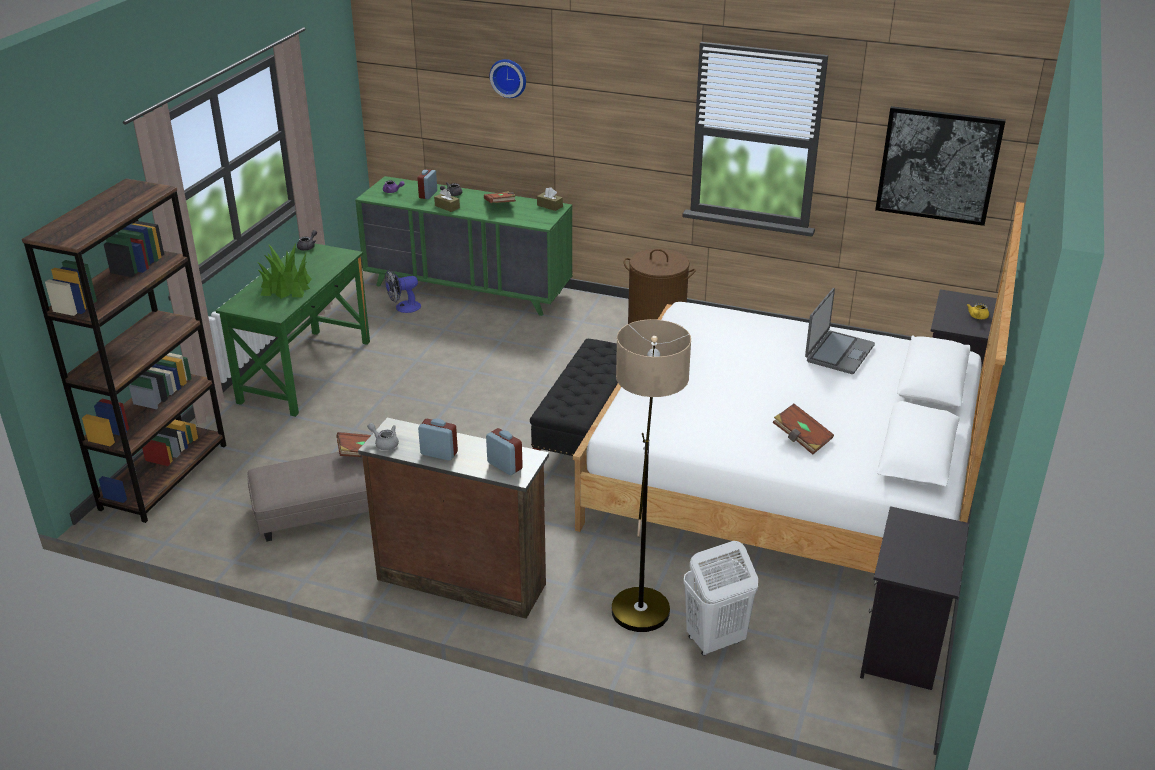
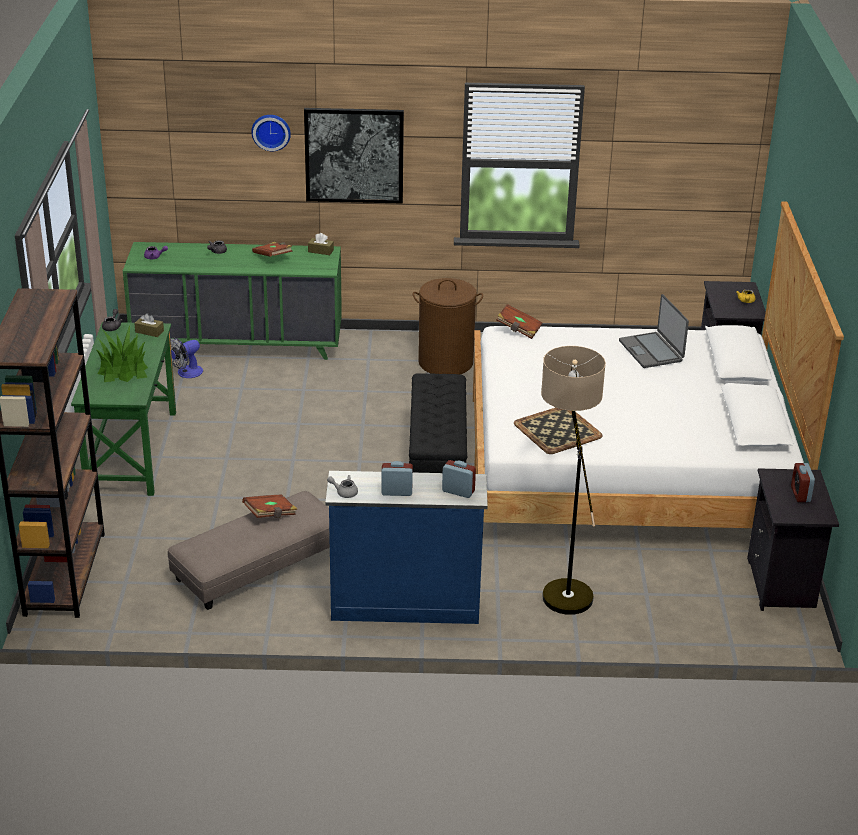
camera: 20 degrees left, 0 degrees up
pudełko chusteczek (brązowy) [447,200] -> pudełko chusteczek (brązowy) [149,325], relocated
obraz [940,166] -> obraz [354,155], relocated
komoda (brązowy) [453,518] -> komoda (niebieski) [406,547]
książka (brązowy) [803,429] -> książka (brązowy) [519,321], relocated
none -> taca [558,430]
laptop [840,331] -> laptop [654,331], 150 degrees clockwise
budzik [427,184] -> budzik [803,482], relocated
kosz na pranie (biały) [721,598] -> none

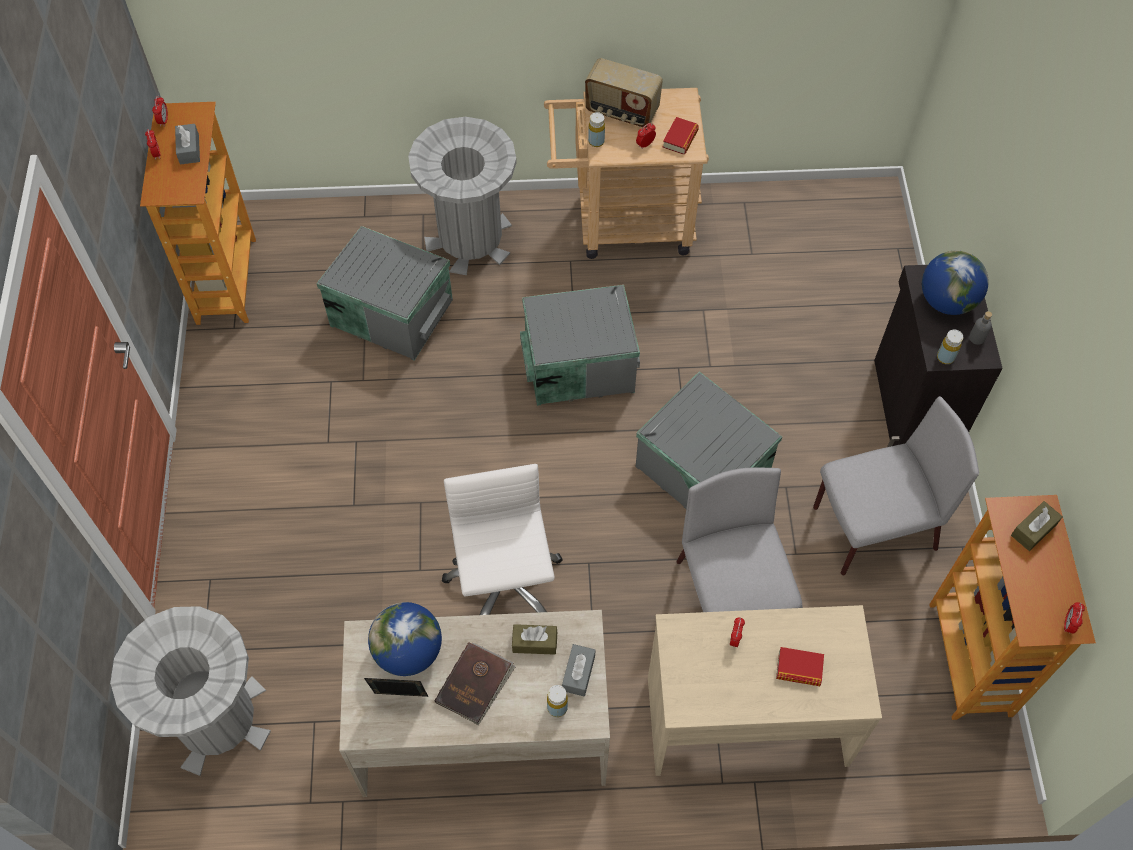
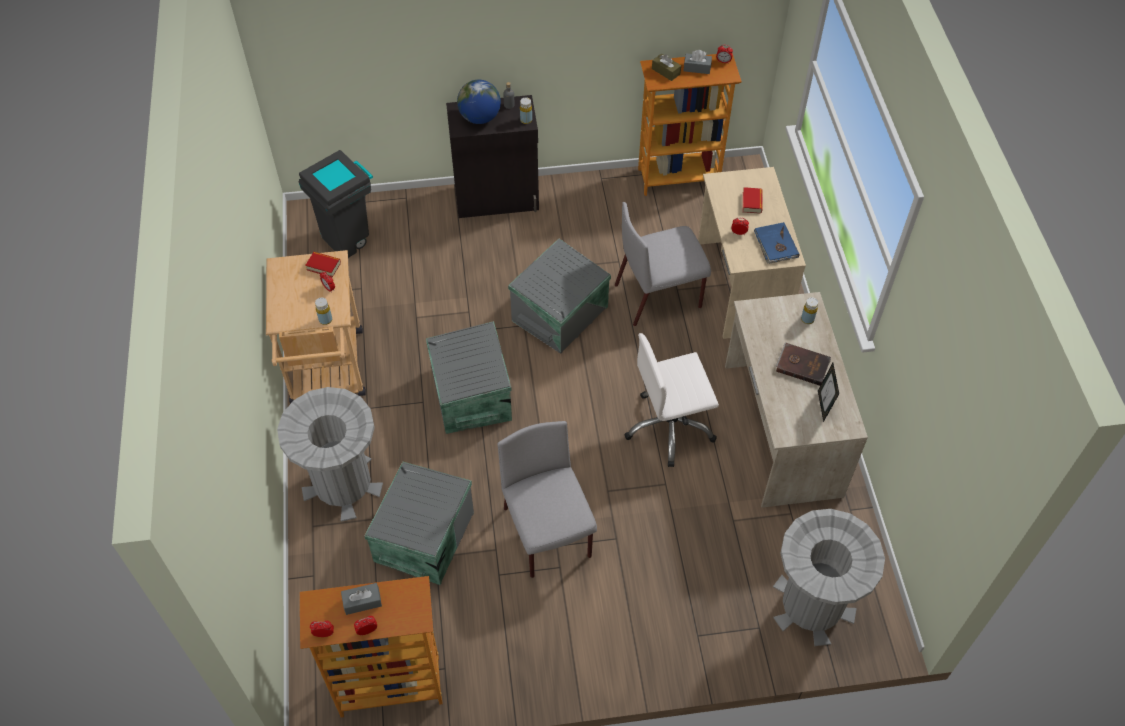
camera: 95 degrees left, 5 degrees down
none -> kosz na śmieci (szary) [336,204]
krzesło (szary) [896,485] -> krzesło (szary) [547,499], relocated
pudełko chusteczek (szary) [578,670] -> pudełko chusteczek (szary) [698,62], relocated
none -> książka (niebieski) [777,243]
globus [405,639] -> none
pudełko chusteczek (brązowy) [534,639] -> none
radio [624,93] -> none

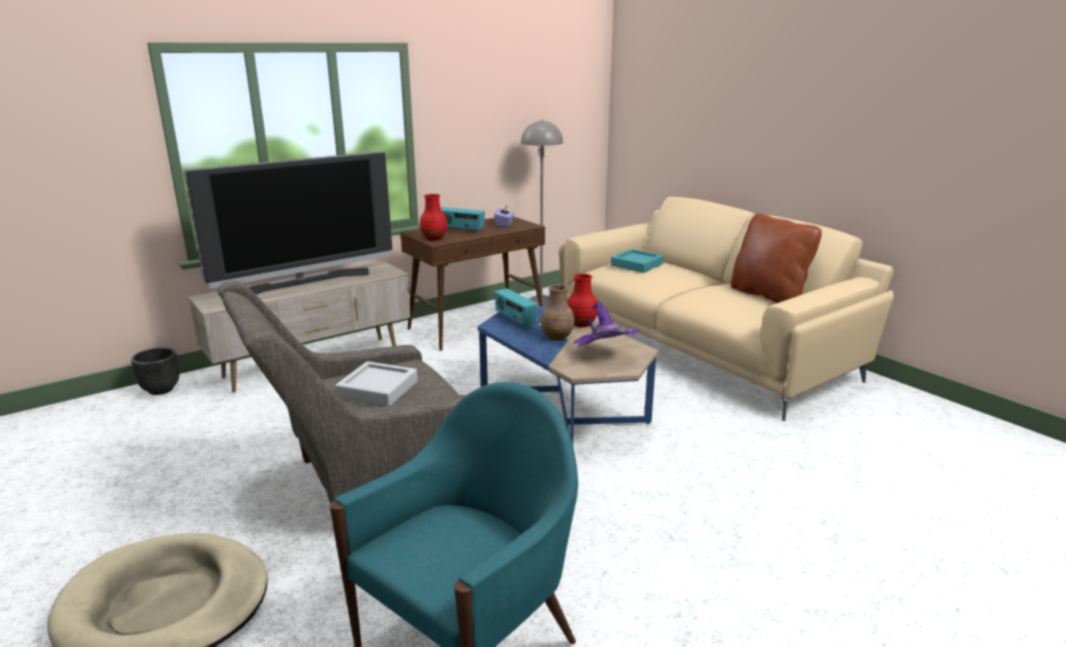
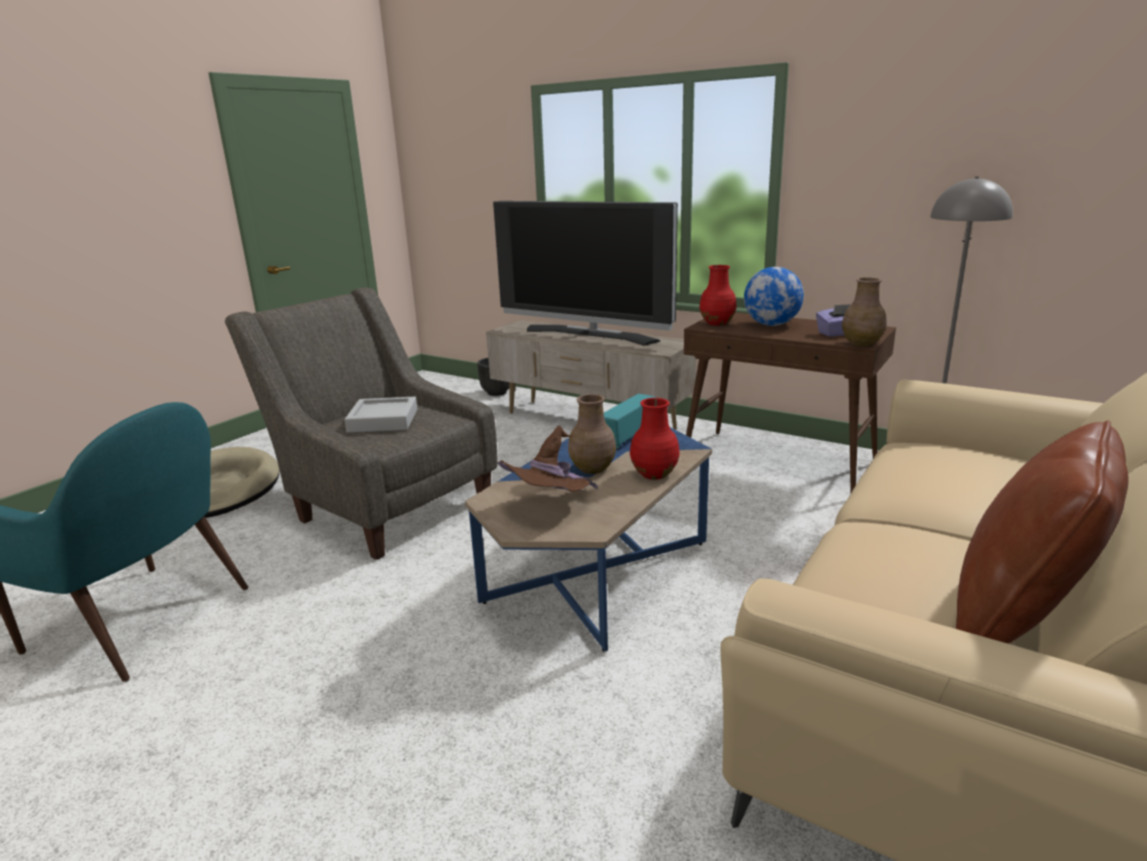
camera: 70 degrees right, 0 degrees up
kapelusz (fioletowy) [606,323] -> kapelusz (brązowy) [547,459]
radio [463,220] -> globus [774,296]
none -> wazon (brązowy) [864,312]
taca (turkusowy) [637,261] -> none

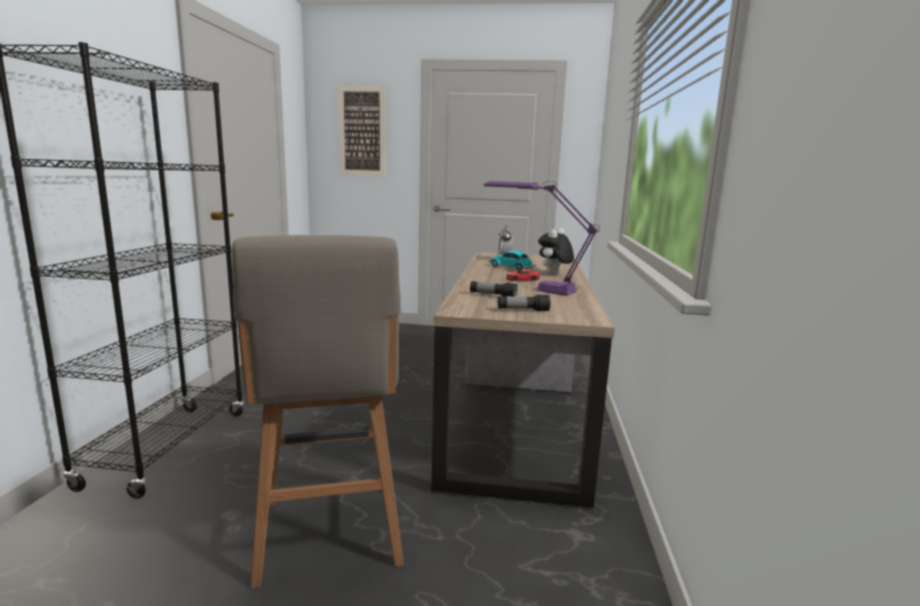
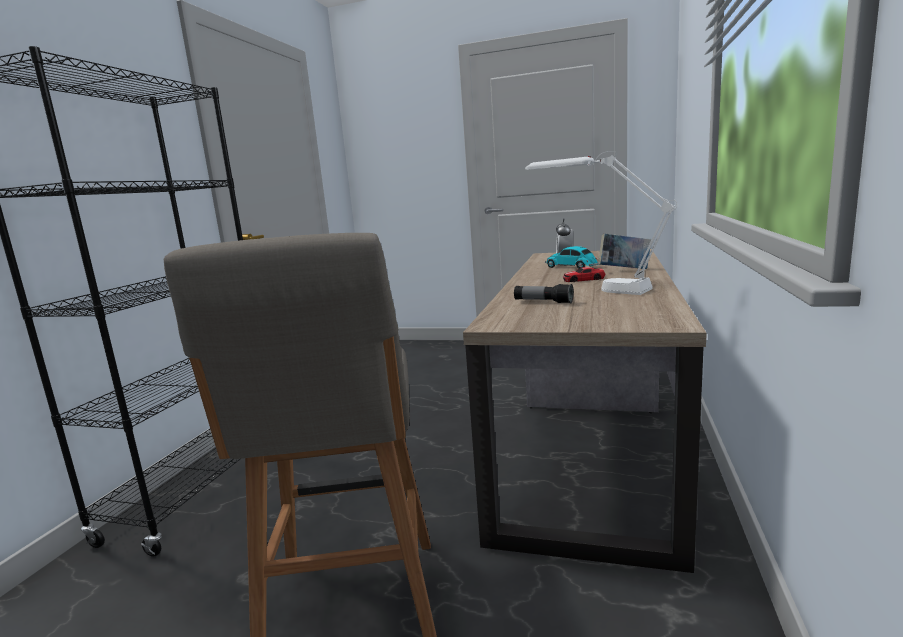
camera: 10 degrees right, 0 degrees up
lampa stołowa (fioletowy) [541,238] -> lampa stołowa (biały) [601,223]
pluszak [556,251] -> książka [624,251]
obraz [361,131] -> none
latarka [524,302] -> none

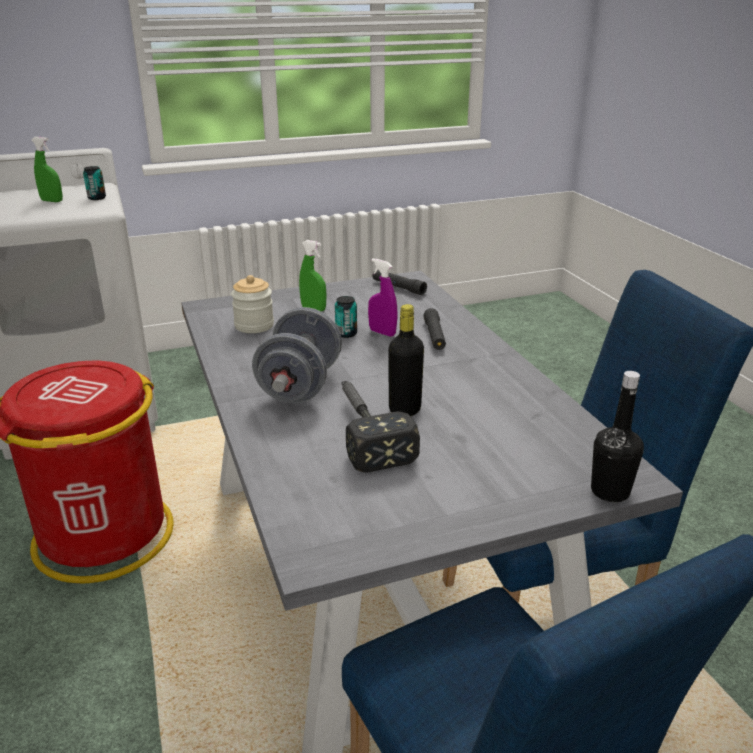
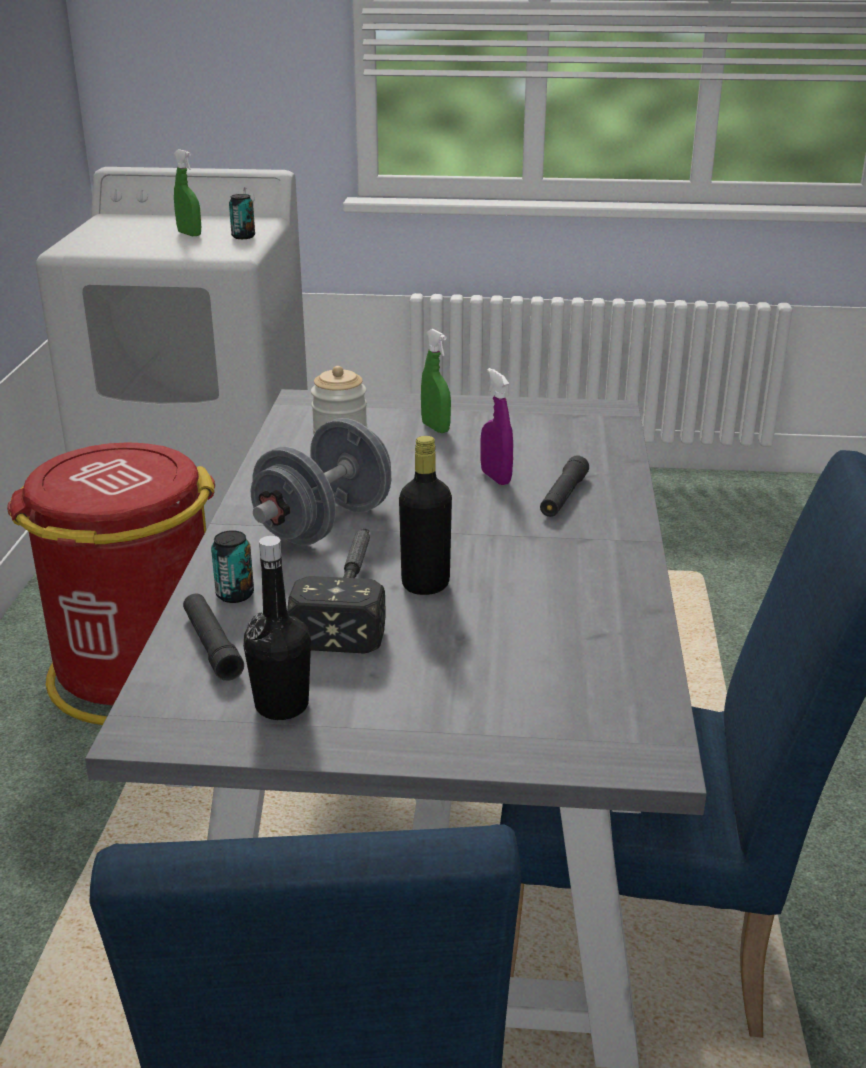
camera: 25 degrees right, 0 degrees up
latarka (czarny) [400,282] -> latarka (czarny) [213,637], relocated
puszka [346,317] -> puszka [232,566], relocated
butelka (czarny) [617,436] -> butelka (czarny) [277,628], relocated

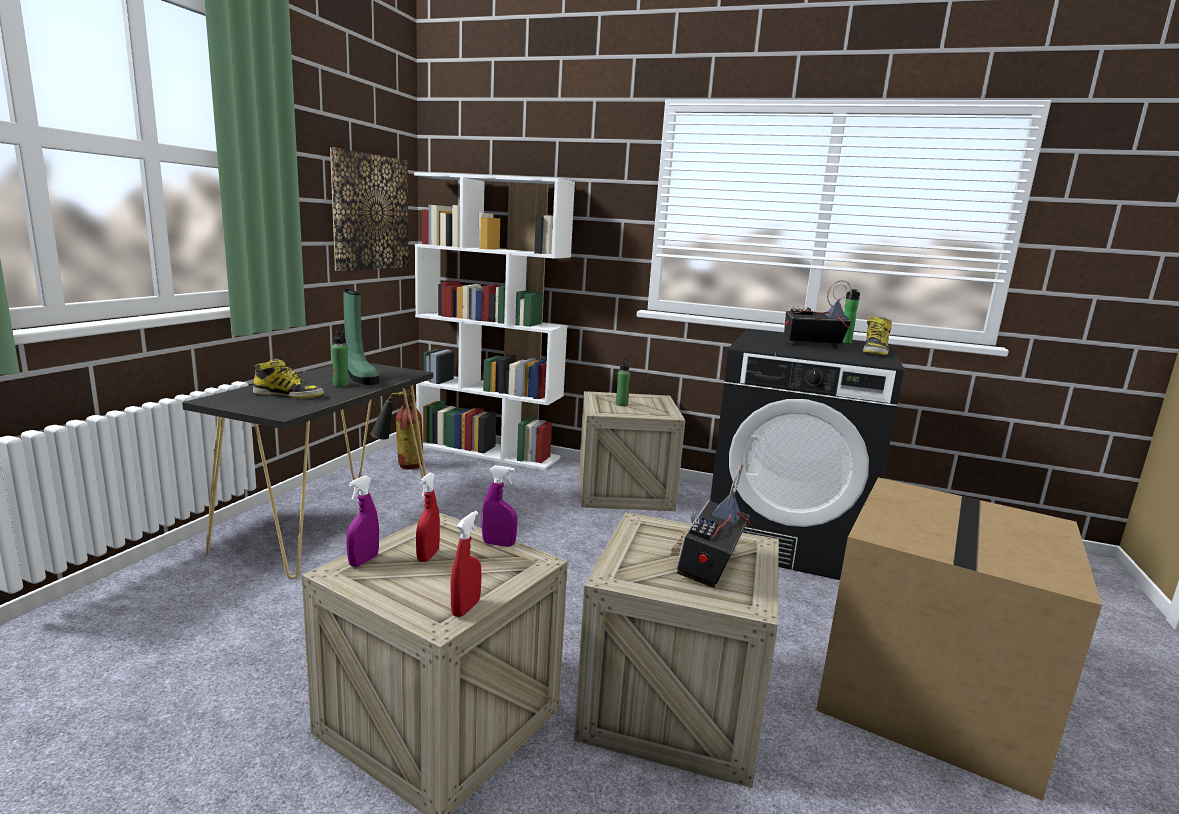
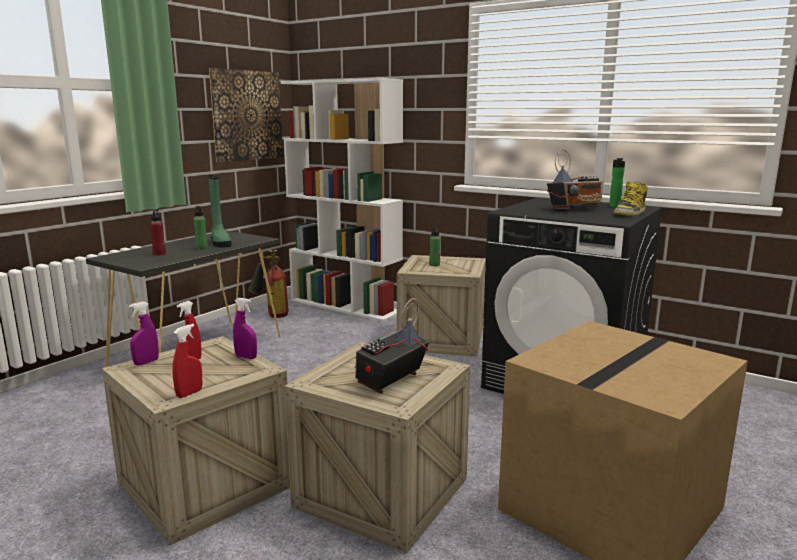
camera: 15 degrees right, 0 degrees up
but z cholewką [288,378] -> butelka (czerwony) [158,233]
radio [818,314] -> radio [575,179], 135 degrees clockwise

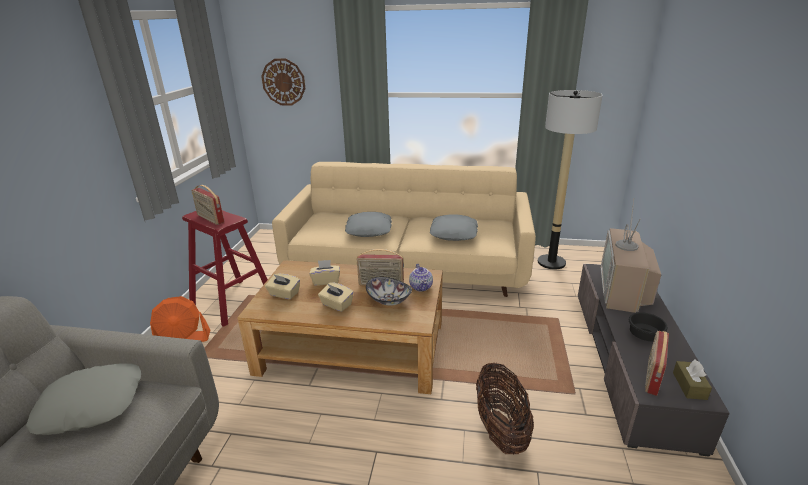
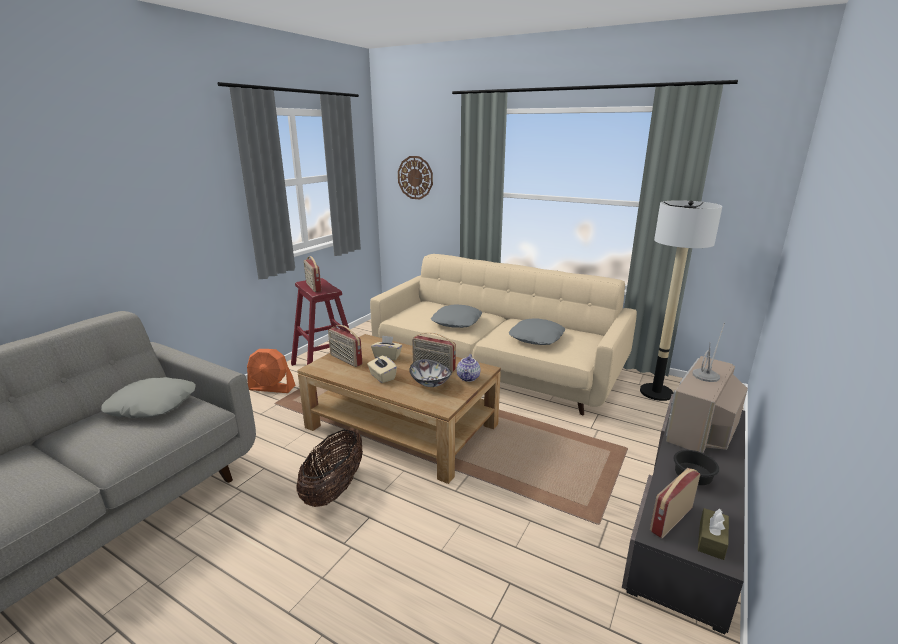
camera: 20 degrees right, 5 degrees down
koszyk [505,408] -> koszyk [329,468], relocated
pudełko chusteczek (beżowy) [282,287] -> radio [345,346]

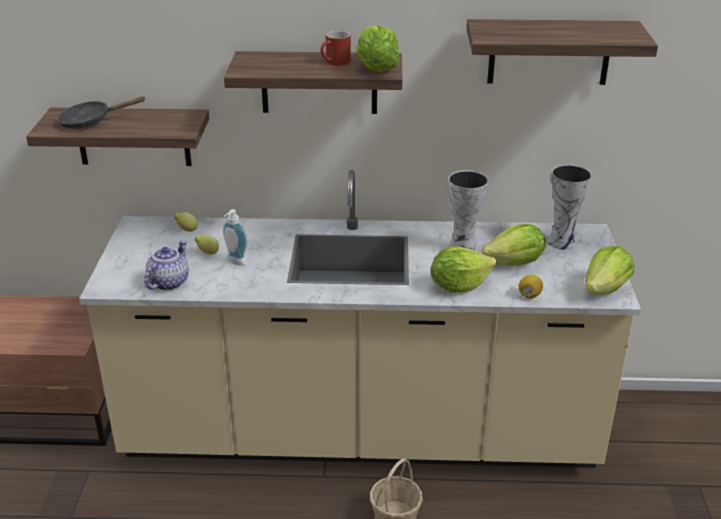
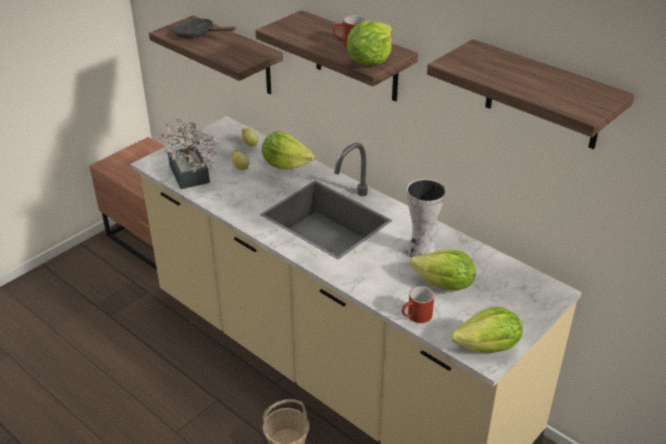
camera: 40 degrees right, 5 degrees up
imbryk [166,265] -> roślina doniczkowa [189,153]
sałata [464,270] -> sałata [288,150], relocated
cytryna [531,287] -> kubek (czerwony) [418,304]
dozownik mydła [235,237] -> none
wazon [569,207] -> none

